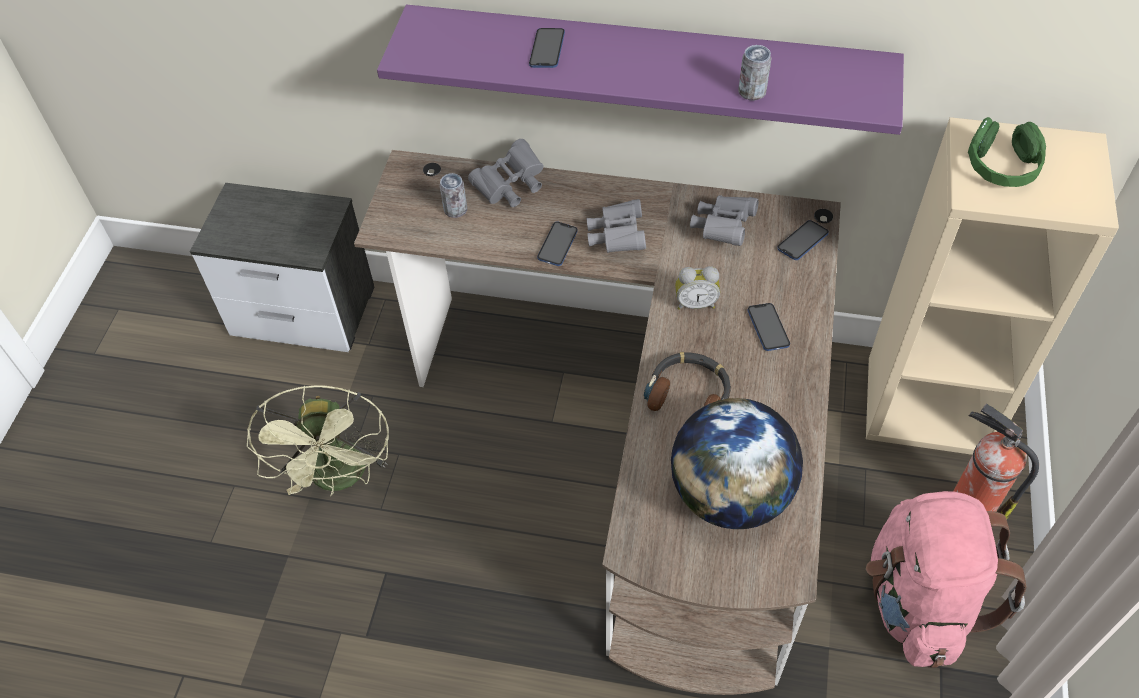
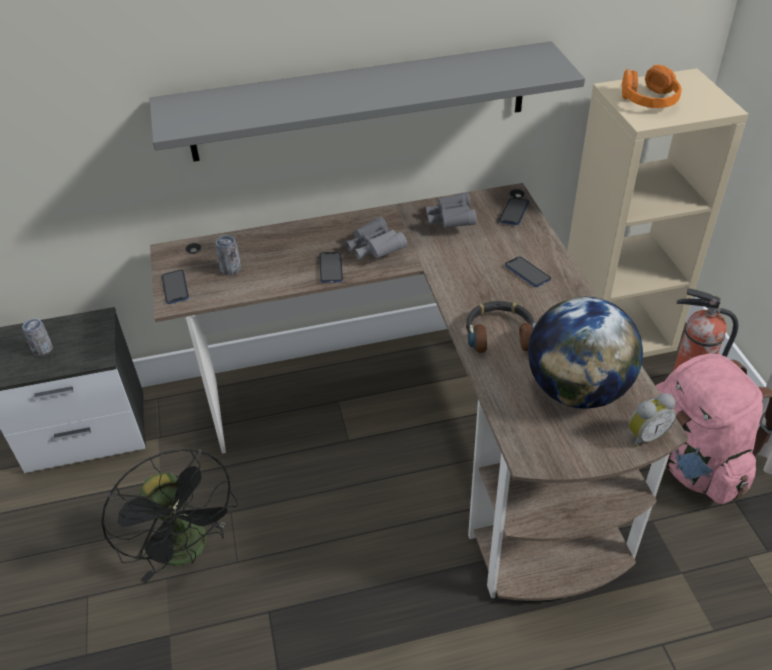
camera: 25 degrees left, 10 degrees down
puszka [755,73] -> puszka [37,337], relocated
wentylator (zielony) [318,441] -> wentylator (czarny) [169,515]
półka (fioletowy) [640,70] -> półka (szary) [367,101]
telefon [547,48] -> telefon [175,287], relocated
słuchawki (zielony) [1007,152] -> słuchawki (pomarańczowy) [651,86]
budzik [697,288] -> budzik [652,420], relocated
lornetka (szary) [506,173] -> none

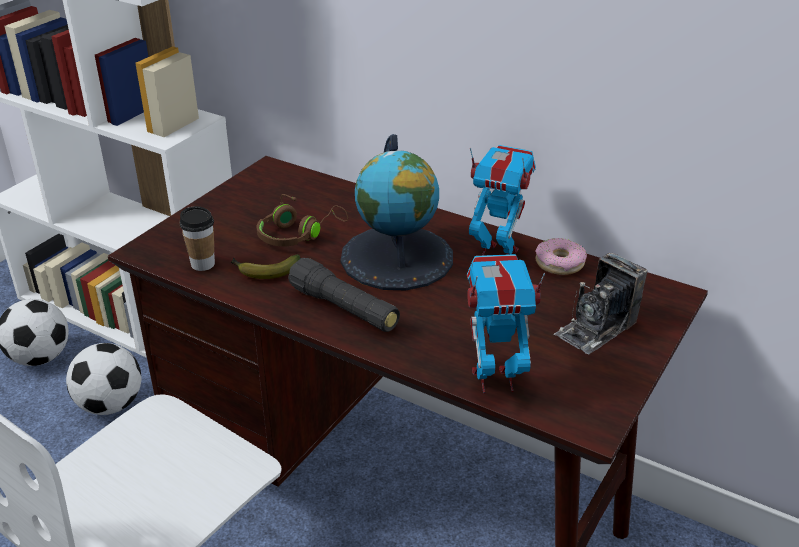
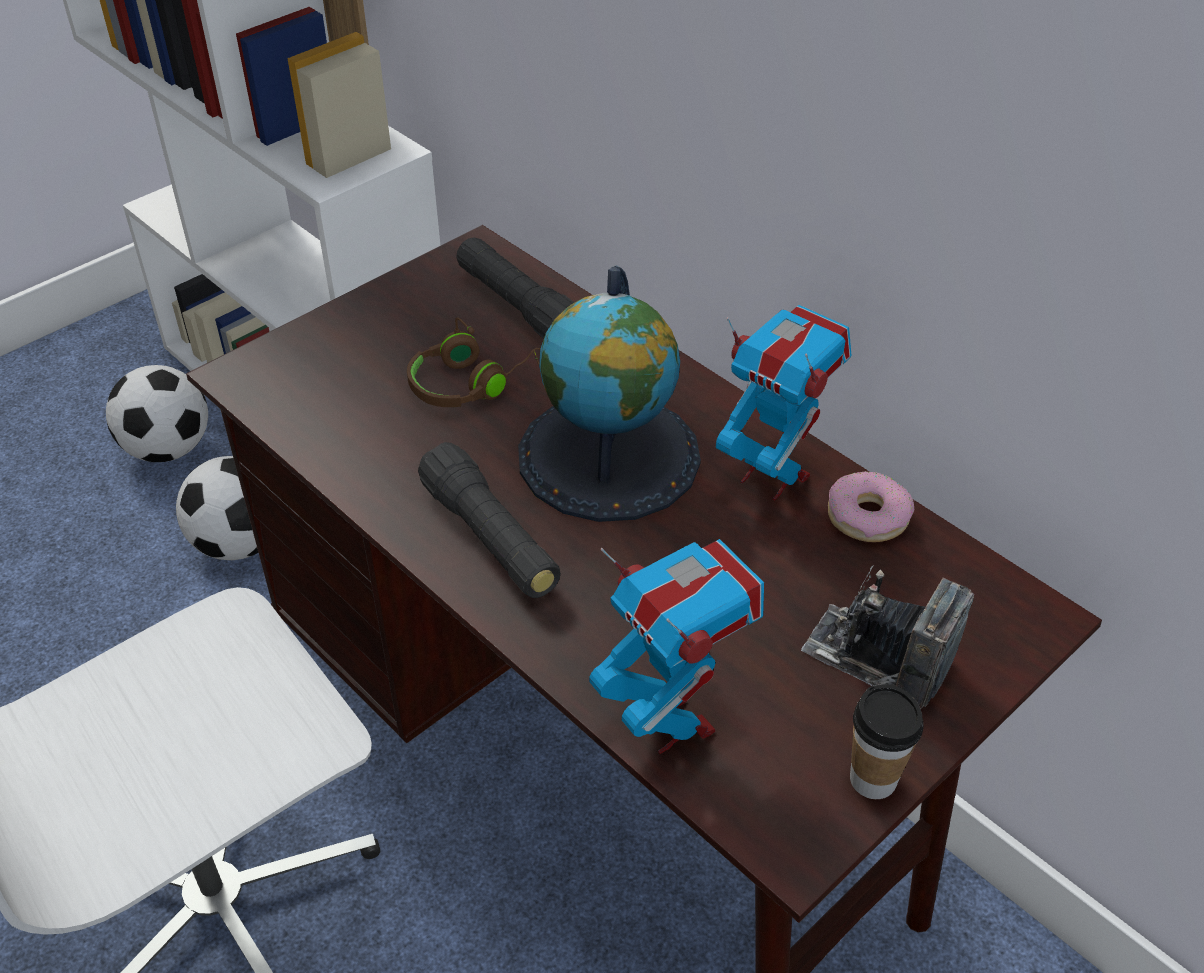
camera: 15 degrees right, 10 degrees up
none -> latarka (czarny) [515,288]
robot zabawkowy [506,324] -> robot zabawkowy [676,646], 45 degrees clockwise
aparat fotograficzny [601,303] -> aparat fotograficzny [887,637], 60 degrees clockwise
filiżanka [197,238] -> filiżanka [887,741], relocated
banan [265,266] -> none

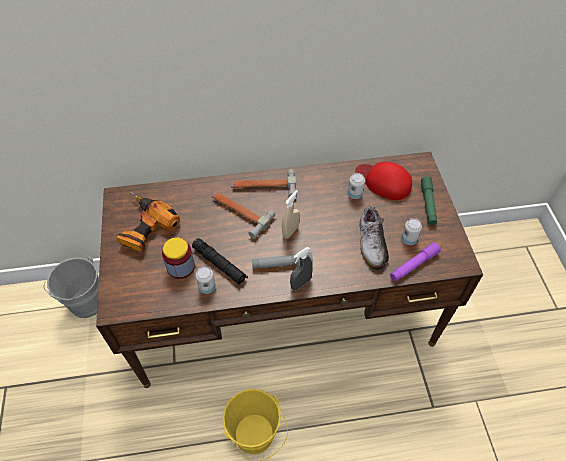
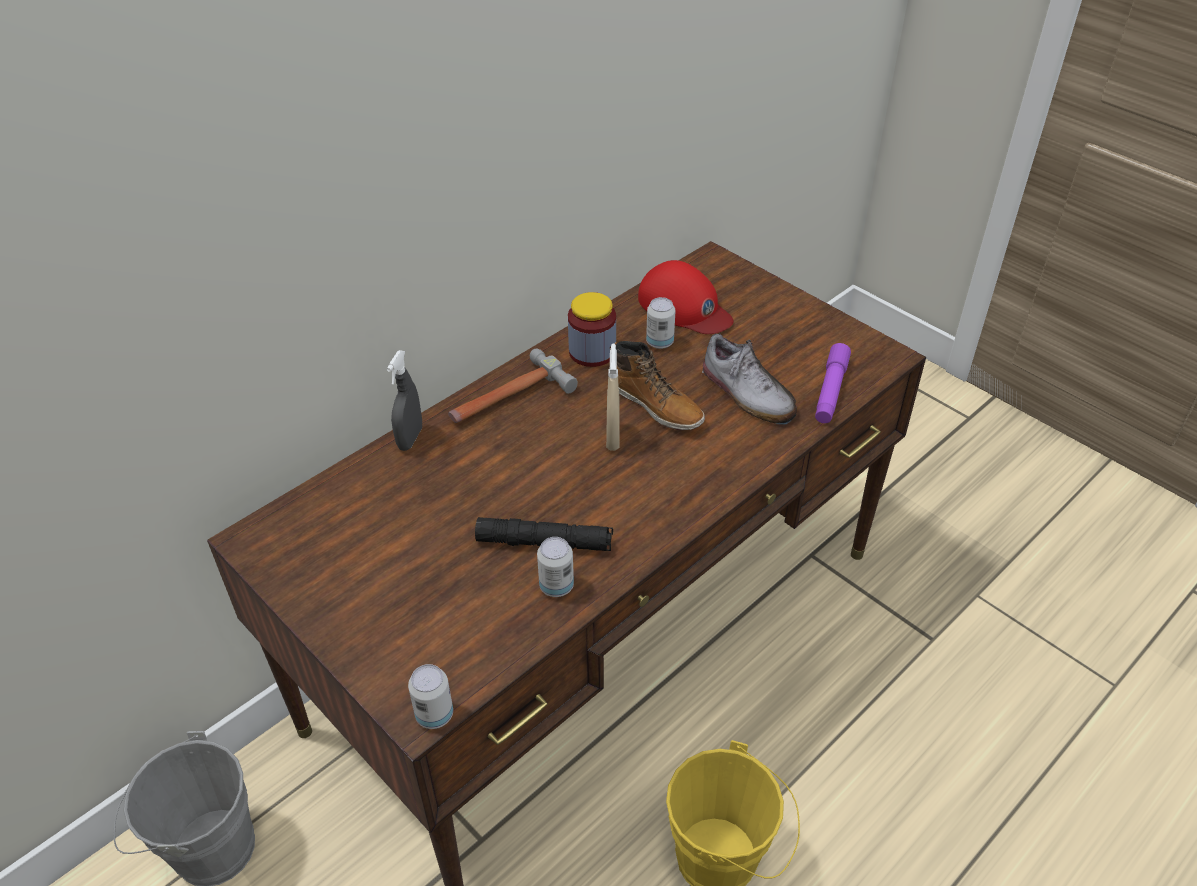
camera: 35 degrees left, 10 degrees down
spryskiwacz (szary) [301,268] -> spryskiwacz (szary) [404,400], relocated
puszka [411,231] -> puszka [430,696], relocated
słoik [178,258] -> słoik [592,329], relocated
none -> but z cholewką [657,385]
czapka z daszkiem (czerwony) [383,181] -> czapka z daszkiem (czerwony) [685,297], 135 degrees counterclockwise
wiertarka [148,222] -> none
młotek [243,215] -> none
latarka (szary) [282,260] -> none
latarka (zielony) [429,200] -> none

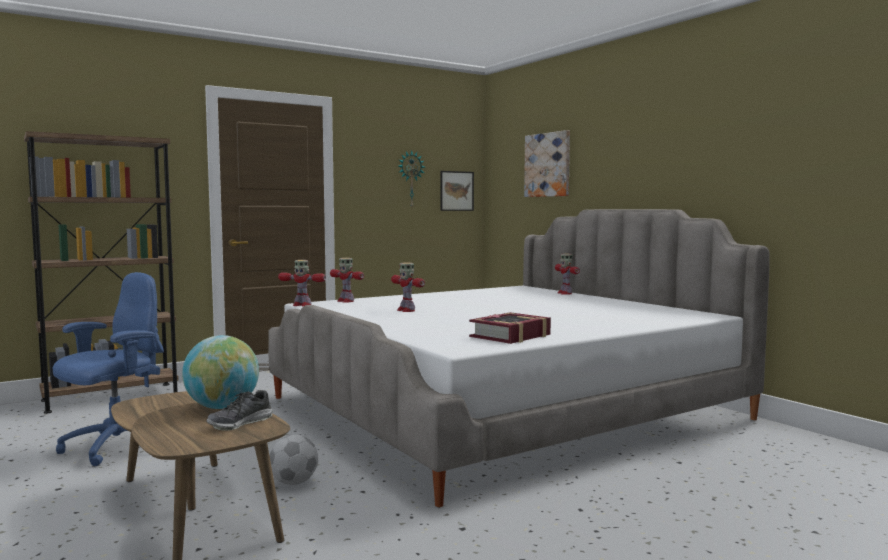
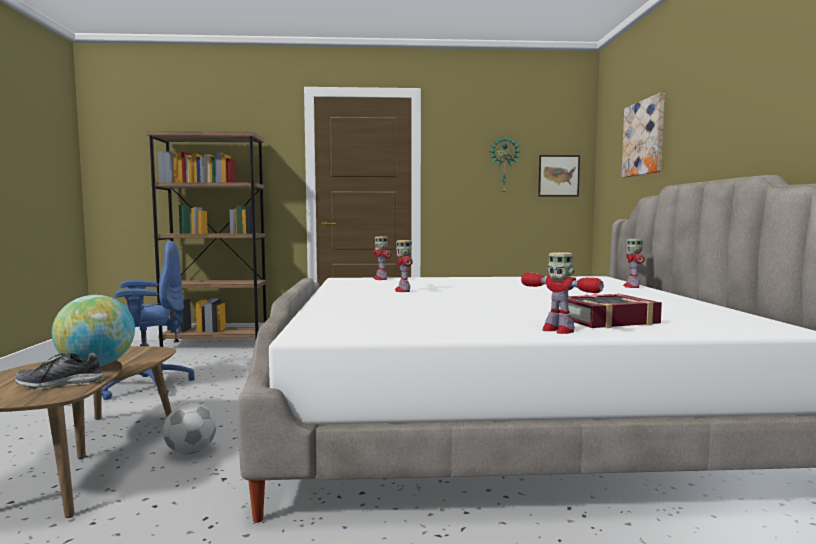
camera: 30 degrees right, 0 degrees up
robot zabawkowy [302,283] -> robot zabawkowy [562,293], relocated
książka [510,328] -> książka [615,310], relocated

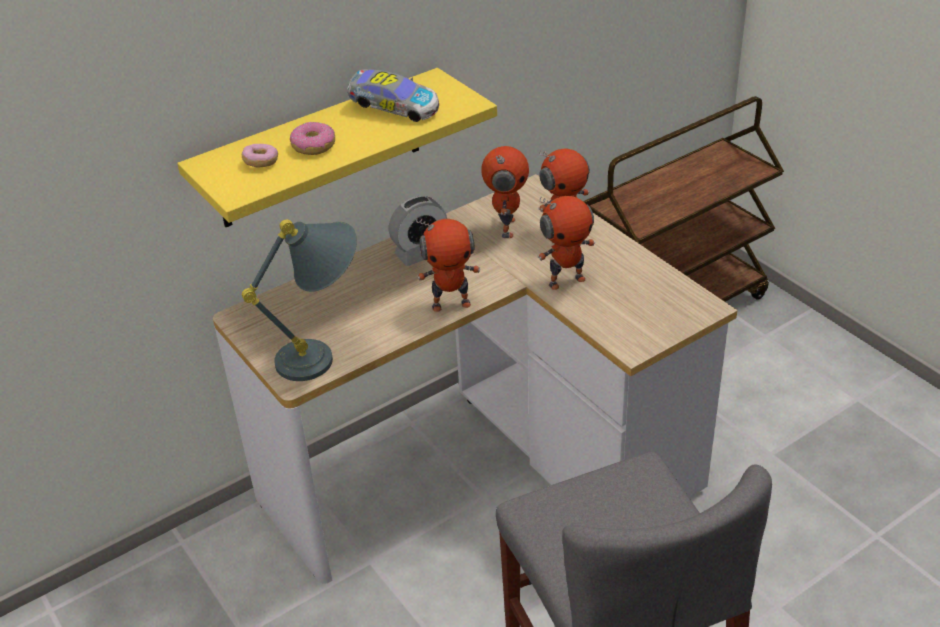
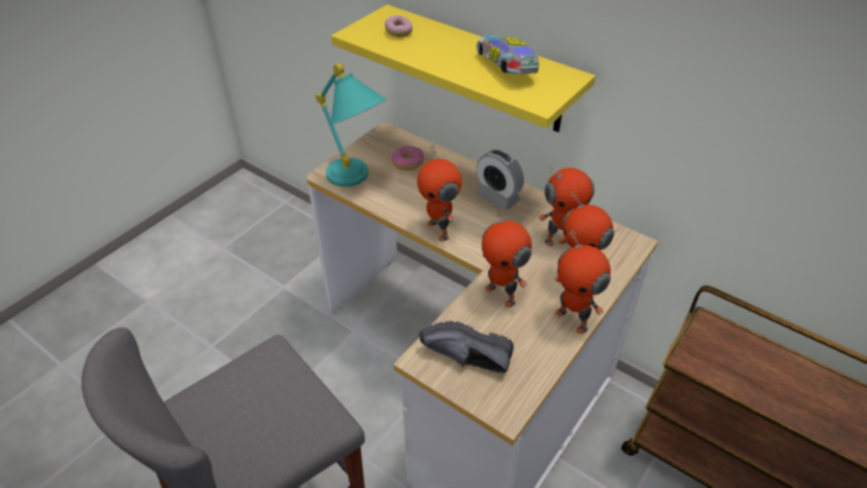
camera: 70 degrees right, 5 degrees up
lampa stołowa (szary) [299,300] -> lampa stołowa (turkusowy) [351,125]
donut [312,138] -> donut [407,158], relocated
none -> but (czarny) [466,347]
samochodzik [393,95] -> samochodzik [508,55], 150 degrees clockwise
none -> robot zabawkowy [583,282]

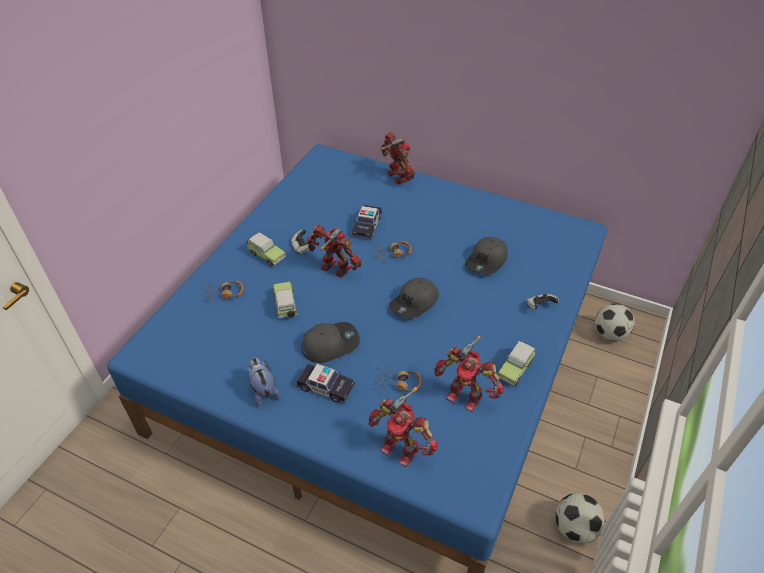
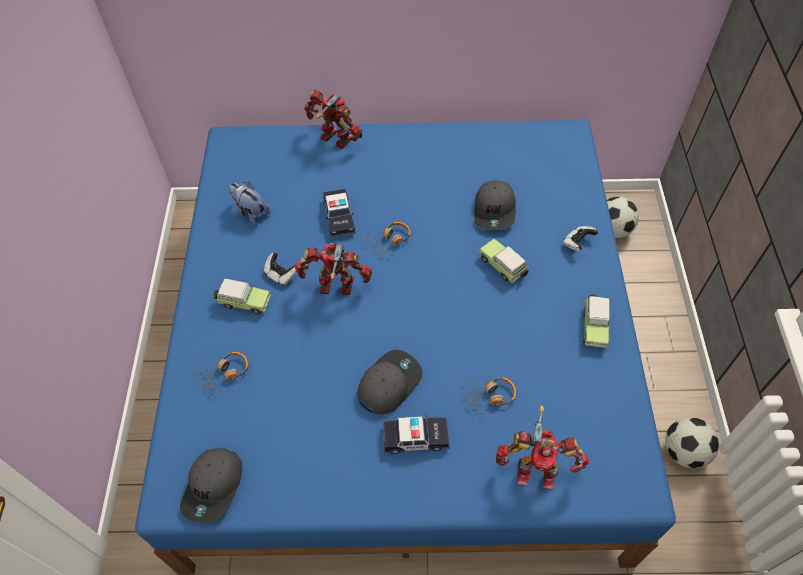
camera: 25 degrees left, 10 degrees up
czapka z daszkiem (szary) [414,298] -> czapka z daszkiem (szary) [211,485], relocated
pluszak [264,382] -> pluszak [250,204], relocated
samochodzik [285,300] -> samochodzik [504,261], relocated
robot zabawkowy [469,373] -> none

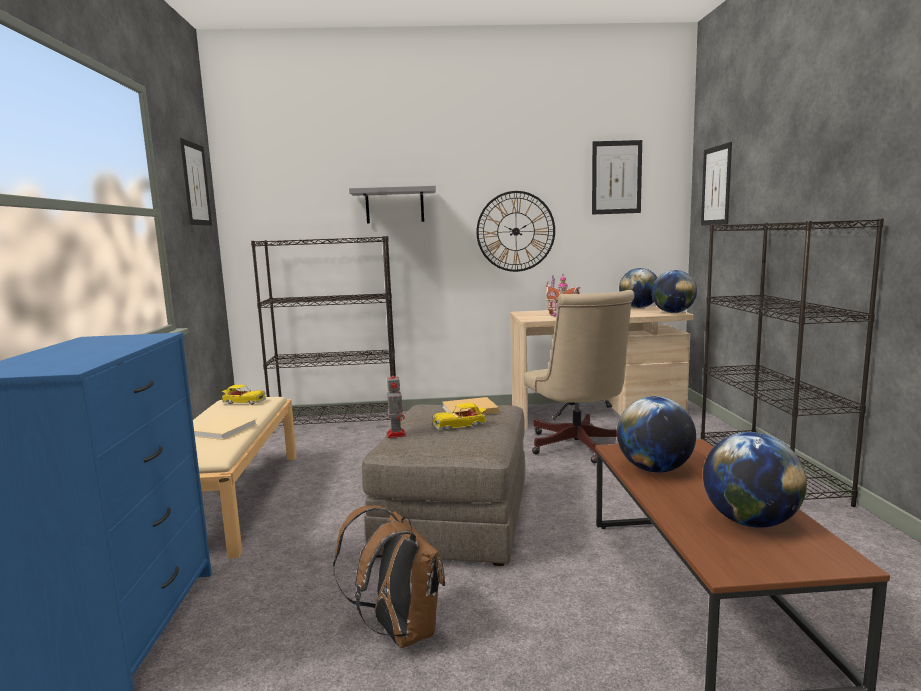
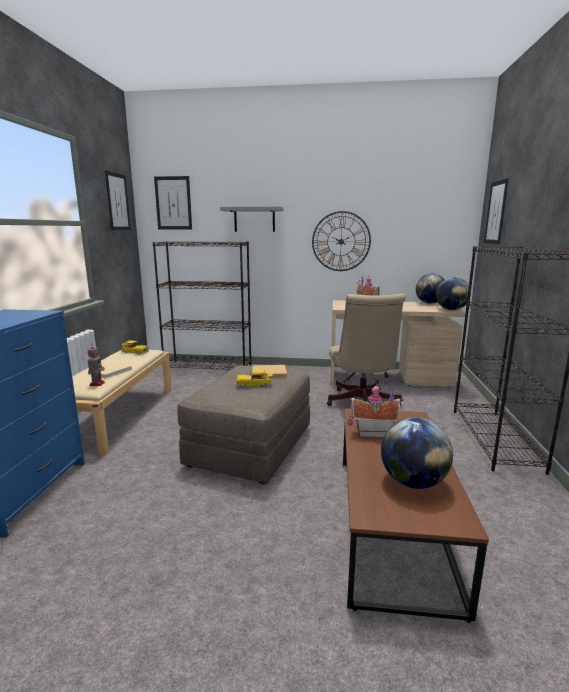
camera: 10 degrees right, 5 degrees up
robot zabawkowy [396,404] -> robot zabawkowy [96,366], relocated
obraz [617,177] -> obraz [173,202], relocated
globus [656,434] -> domek [376,410]
plecak (brązowy) [389,576] -> none

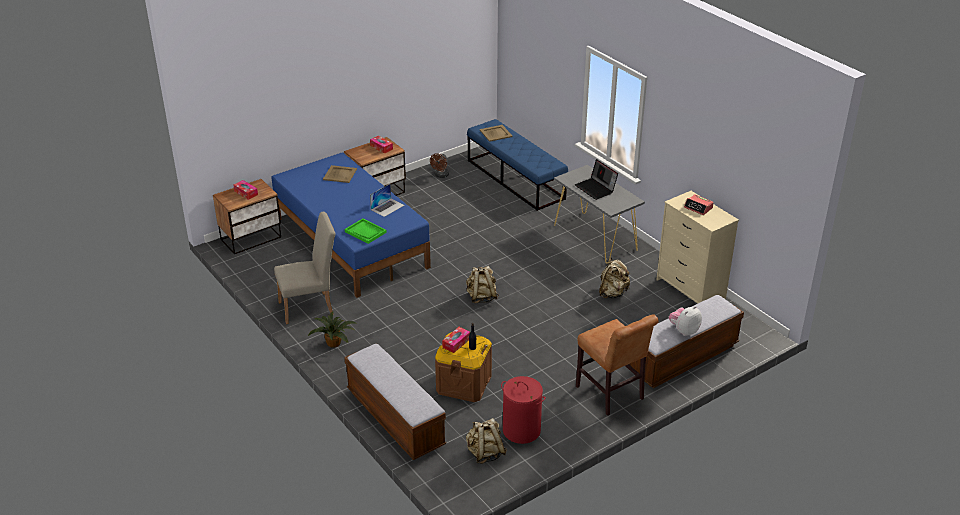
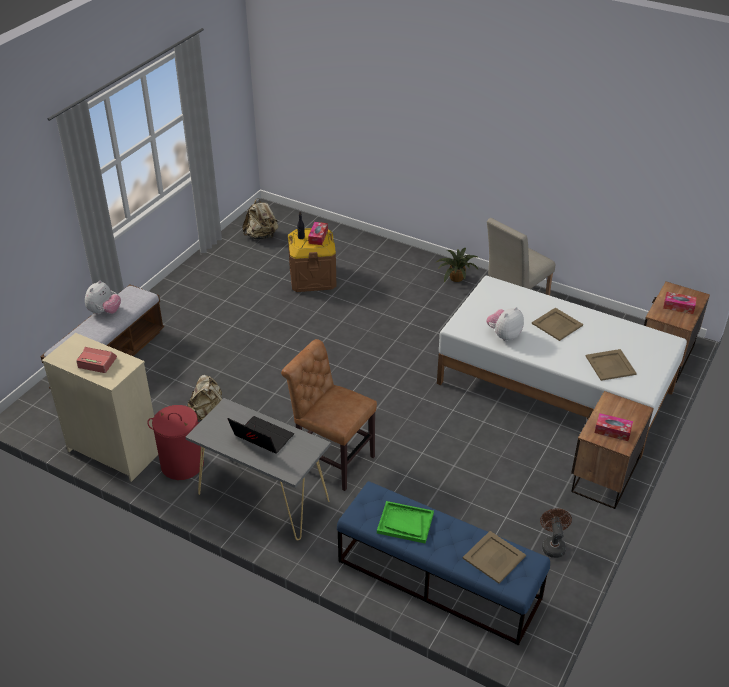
camera: 155 degrees right, 5 degrees up
kosz na pranie (czerwony) [523,410] -> kosz na pranie (czerwony) [175,442], relocated
krzesło (brązowy) [617,365] -> krzesło (brązowy) [329,415], relocated
taca (zielony) [366,231] -> taca (zielony) [405,522], relocated
łóżko (niebieski) [351,225] -> łóżko (biały) [562,367]
laptop [387,200] -> pluszak [505,324]
none -> taca (beżowy) [557,324]
ławka [395,402] -> none
plecak (beżowy) [482,284] -> none

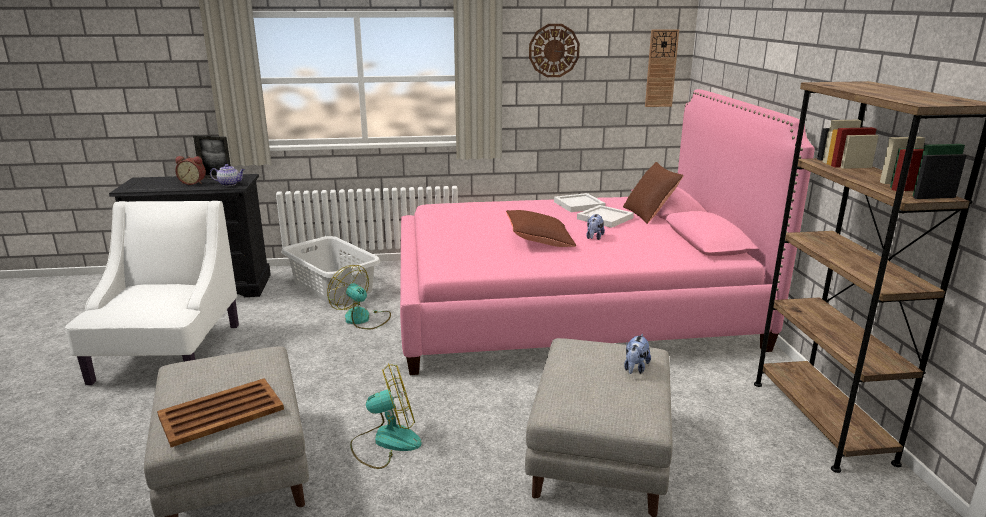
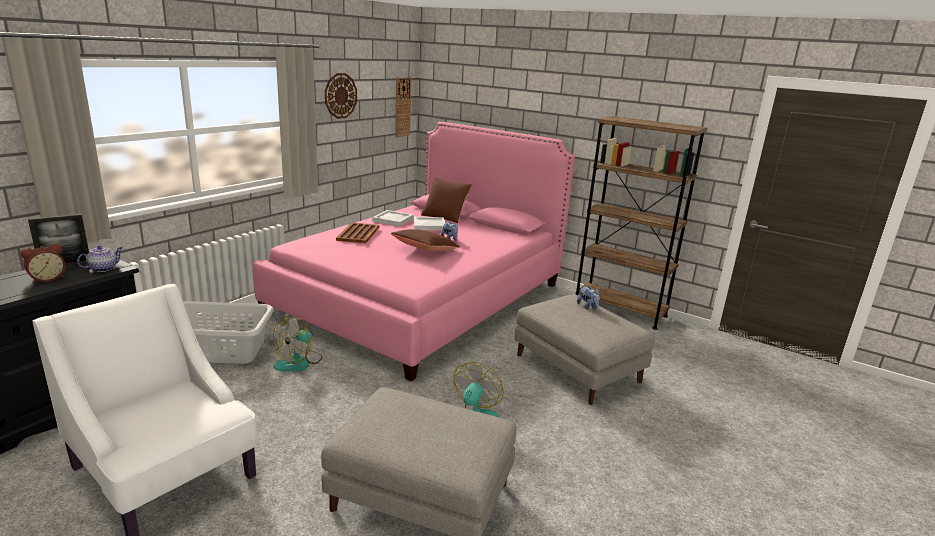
camera: 50 degrees left, 0 degrees up
wentylator [359,297] -> wentylator [297,344], 45 degrees counterclockwise
taca (brązowy) [220,412] -> taca (brązowy) [357,233], relocated

